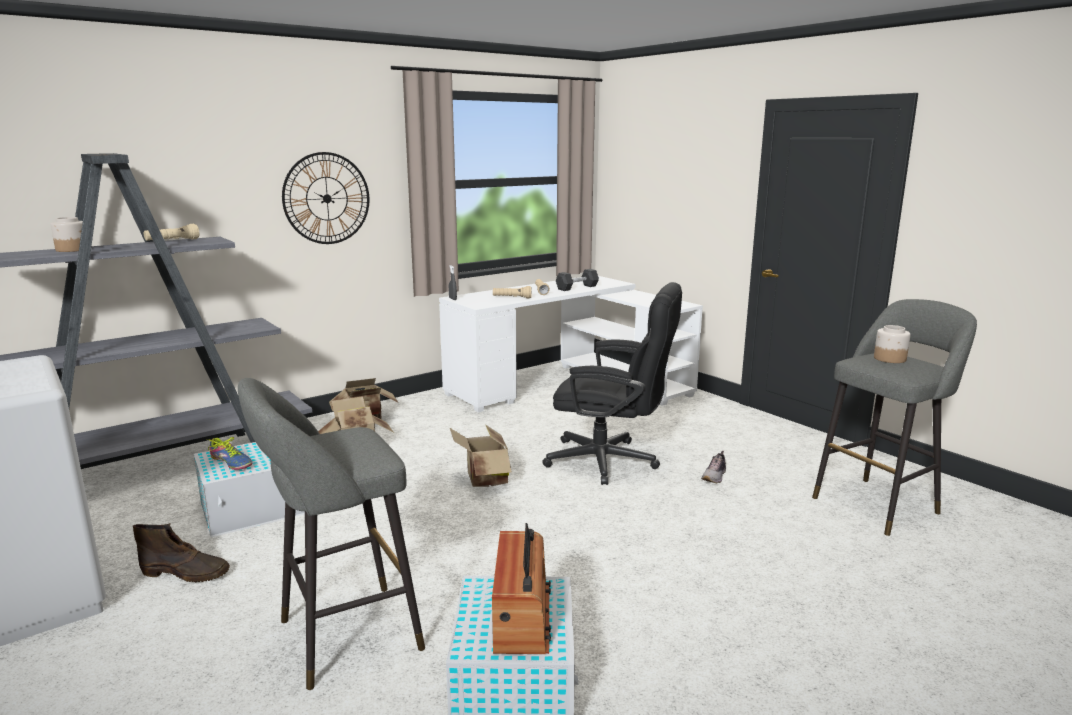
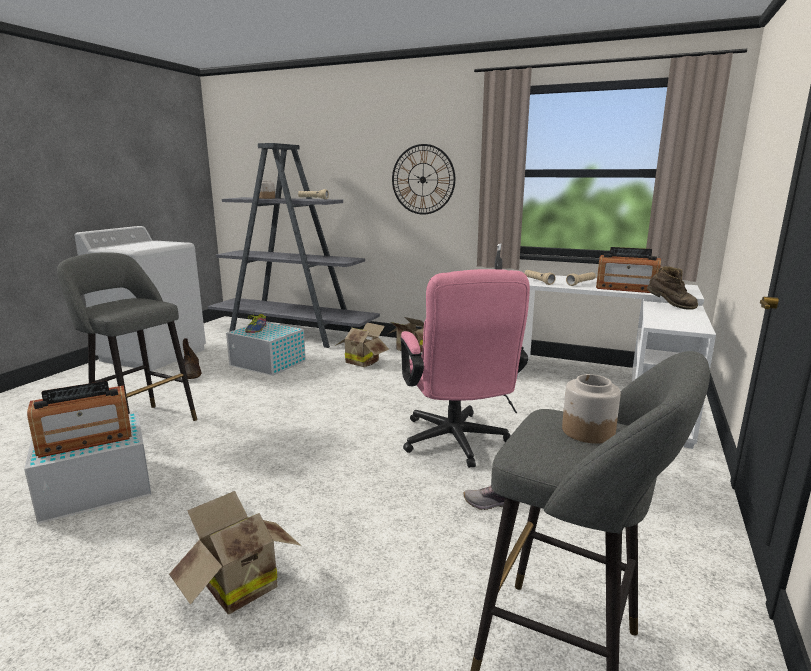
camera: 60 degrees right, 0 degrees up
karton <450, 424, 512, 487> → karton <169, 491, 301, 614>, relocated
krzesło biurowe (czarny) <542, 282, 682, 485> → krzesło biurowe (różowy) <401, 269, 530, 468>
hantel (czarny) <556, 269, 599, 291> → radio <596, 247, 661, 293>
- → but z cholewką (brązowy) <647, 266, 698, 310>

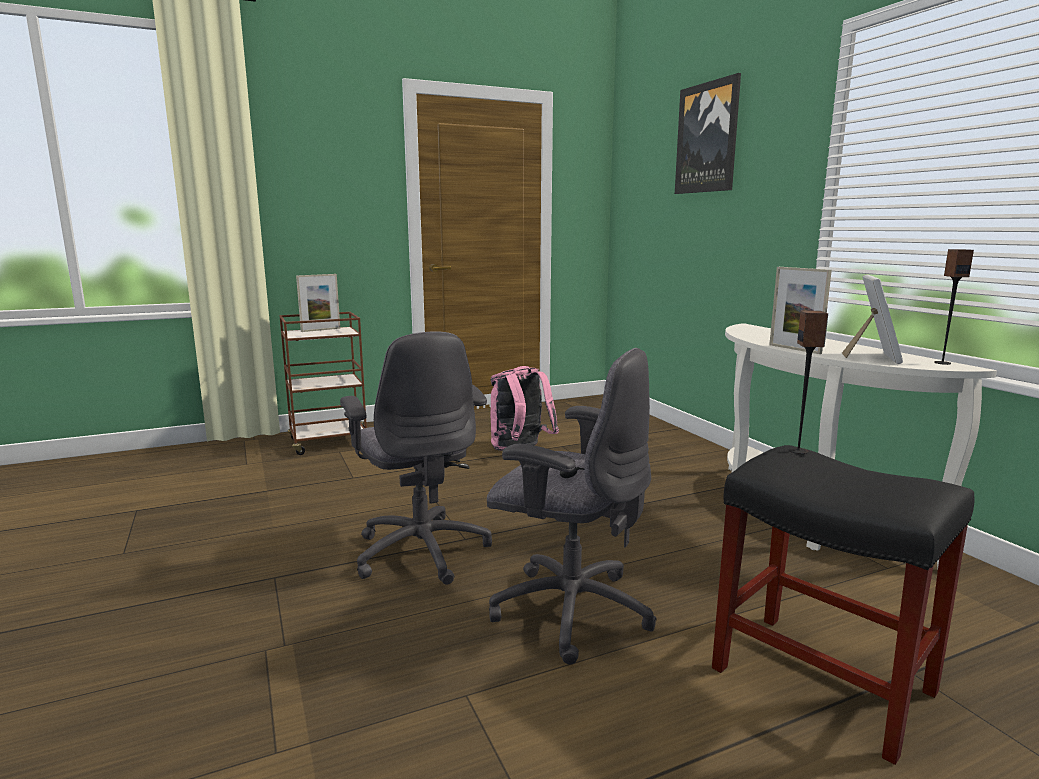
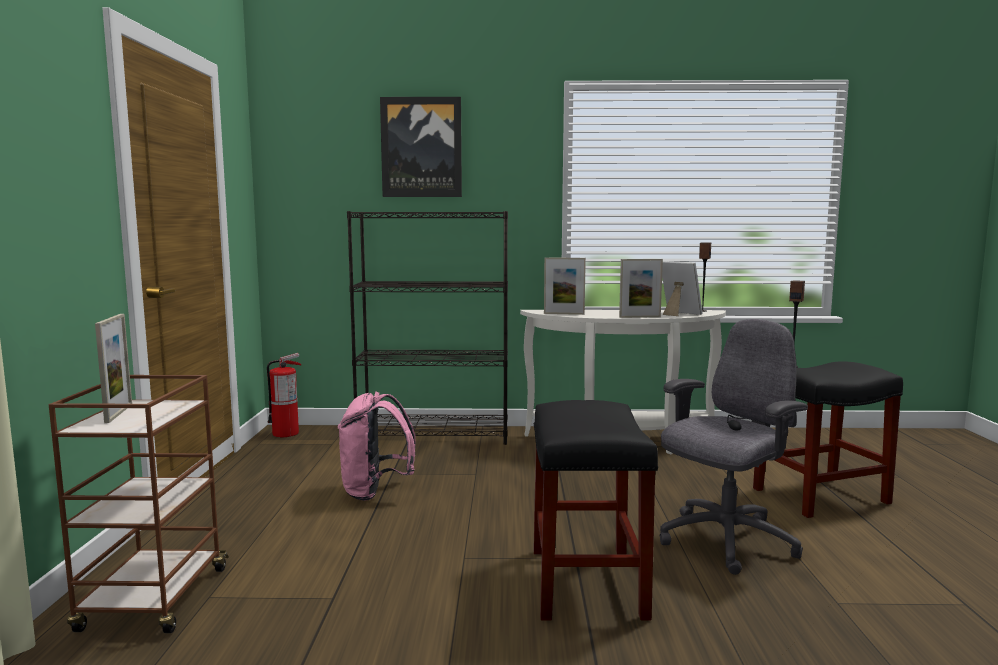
camera: 65 degrees left, 5 degrees down
krzesło biurowe (szary) <340, 331, 492, 585> → stołek (czarny) <533, 400, 658, 620>
- → gaśnica <267, 353, 302, 437>
- → regał (czarny) <347, 211, 508, 445>
- → ramka na zdjęcie <544, 257, 586, 315>

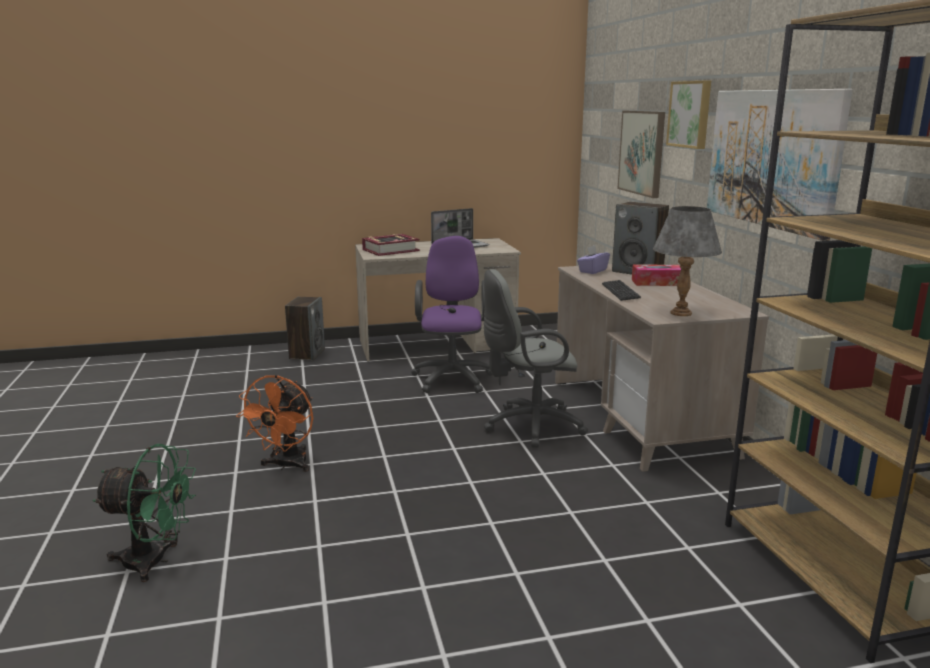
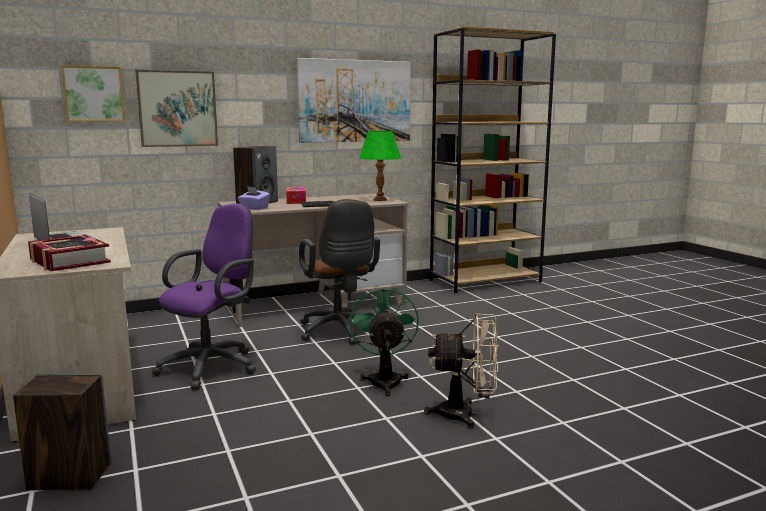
camera: 100 degrees left, 5 degrees down
wentylator (zielony) <92, 444, 196, 582> → wentylator (zielony) <350, 288, 419, 396>, relocated
wentylator (pomarańczowy) <236, 375, 313, 472> → wentylator (beżowy) <424, 313, 499, 428>
krzesło biurowe (fioletowy) <411, 236, 492, 393> → krzesło biurowe (fioletowy) <152, 204, 256, 390>, 135 degrees clockwise
krzesło biurowe (szary) <484, 269, 588, 448> → krzesło biurowe (brązowy) <299, 199, 380, 345>
lampa stołowa (szary) <653, 206, 722, 316> → lampa stołowa (zielony) <359, 131, 401, 201>
obraz <666, 81, 711, 149> → obraz <61, 65, 125, 122>, relocated

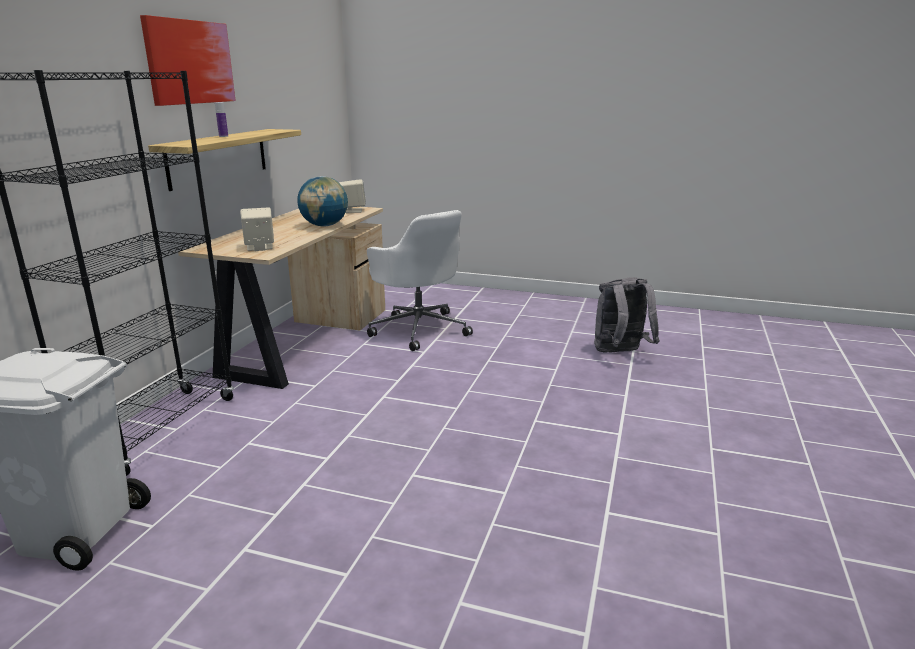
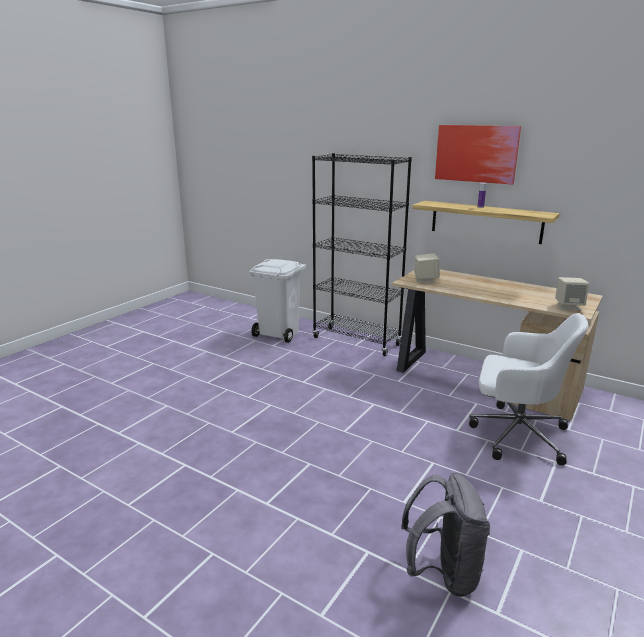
camera: 105 degrees right, 0 degrees up
globus <297, 176, 348, 227> → -
krzesło biurowe (biały) <367, 210, 473, 351> → krzesło biurowe (biały) <469, 313, 589, 465>, 135 degrees counterclockwise

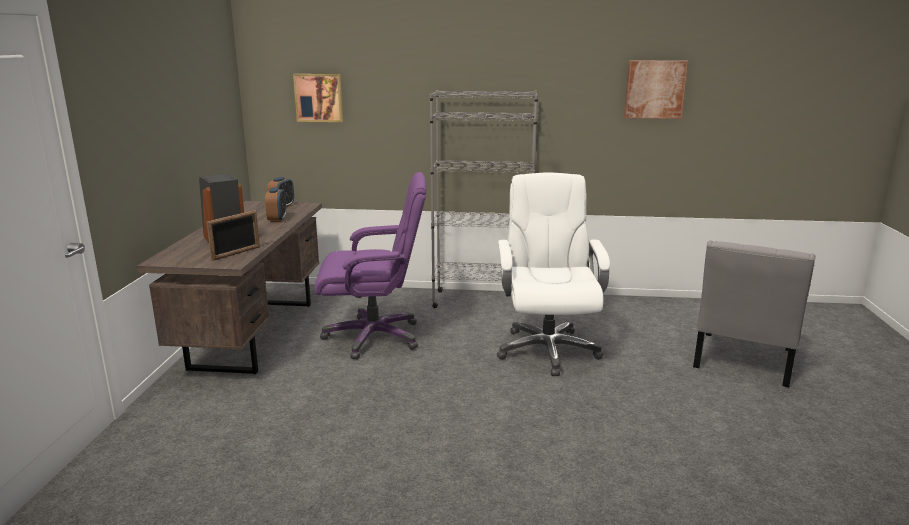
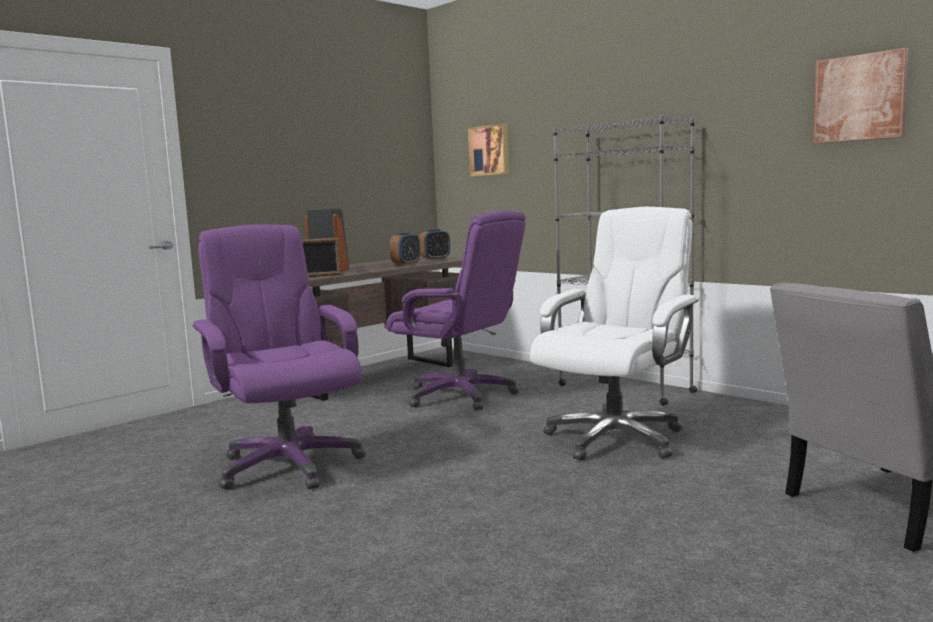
camera: 40 degrees right, 10 degrees down
- → krzesło biurowe (fioletowy) <193, 225, 366, 490>

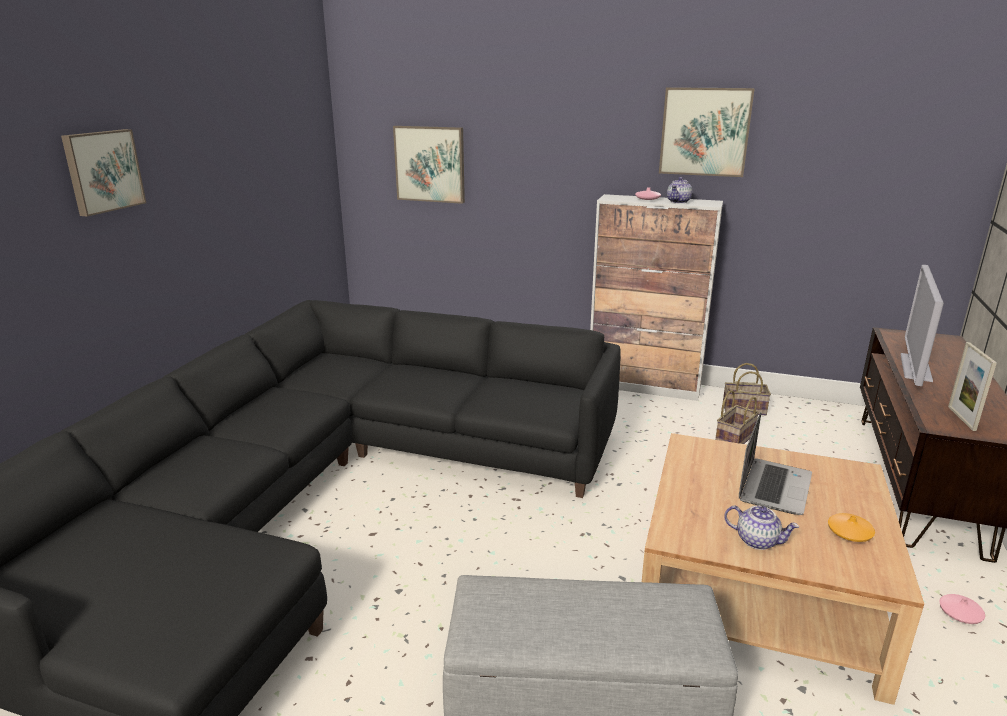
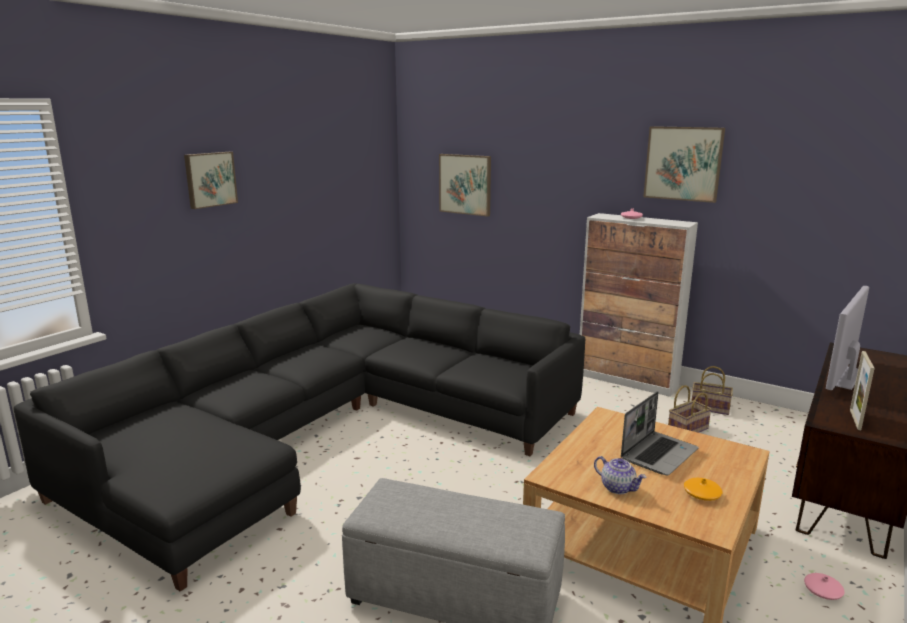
camera: 15 degrees right, 5 degrees down
imbryk <667, 177, 692, 203> → -

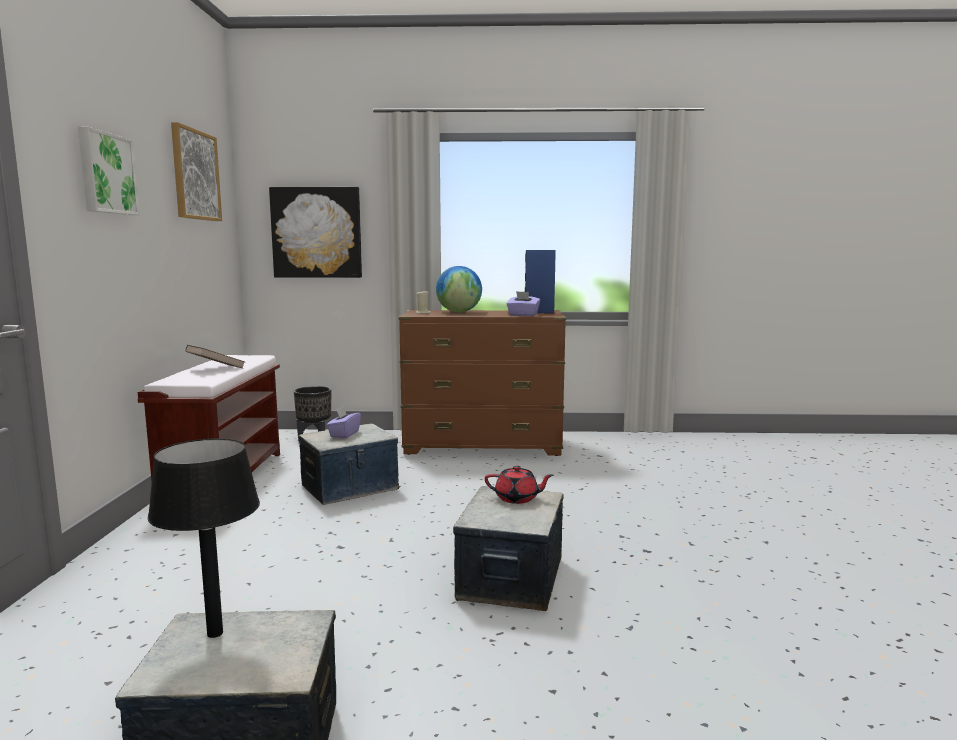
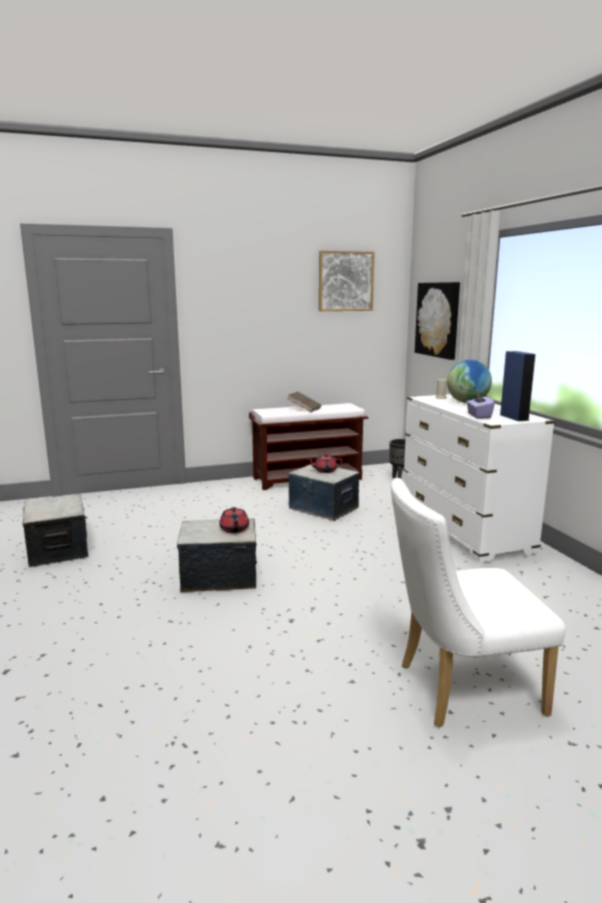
camera: 70 degrees right, 5 degrees up
obraz <78, 127, 140, 215> → -
lampa stołowa (czarny) <148, 438, 260, 638> → -
pudełko chusteczek (fioletowy) <326, 406, 361, 438> → imbryk (czerwony) <307, 454, 343, 473>
komoda (brązowy) <399, 310, 566, 456> → komoda (biały) <403, 394, 555, 563>
- → krzesło (biały) <391, 478, 566, 727>

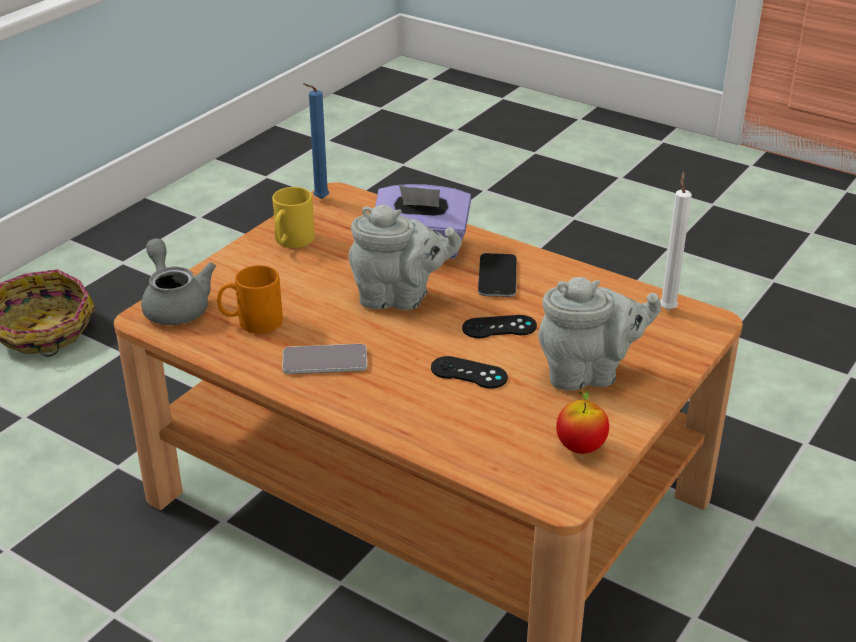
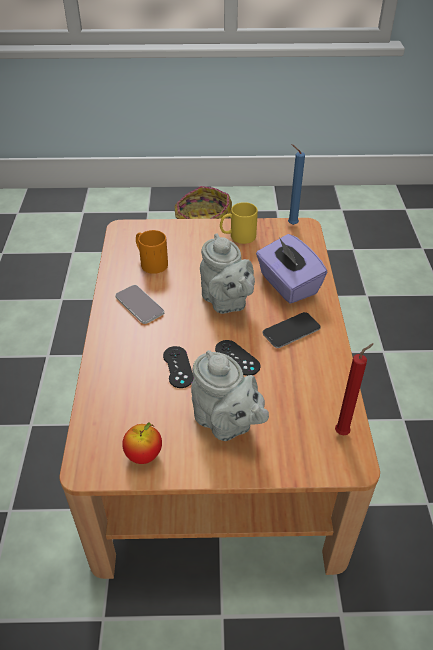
camera: 55 degrees right, 10 degrees up
imbryk (szary) <141, 238, 216, 325> → -
świeca (biały) <660, 172, 692, 310> → świeca (czerwony) <335, 343, 374, 435>

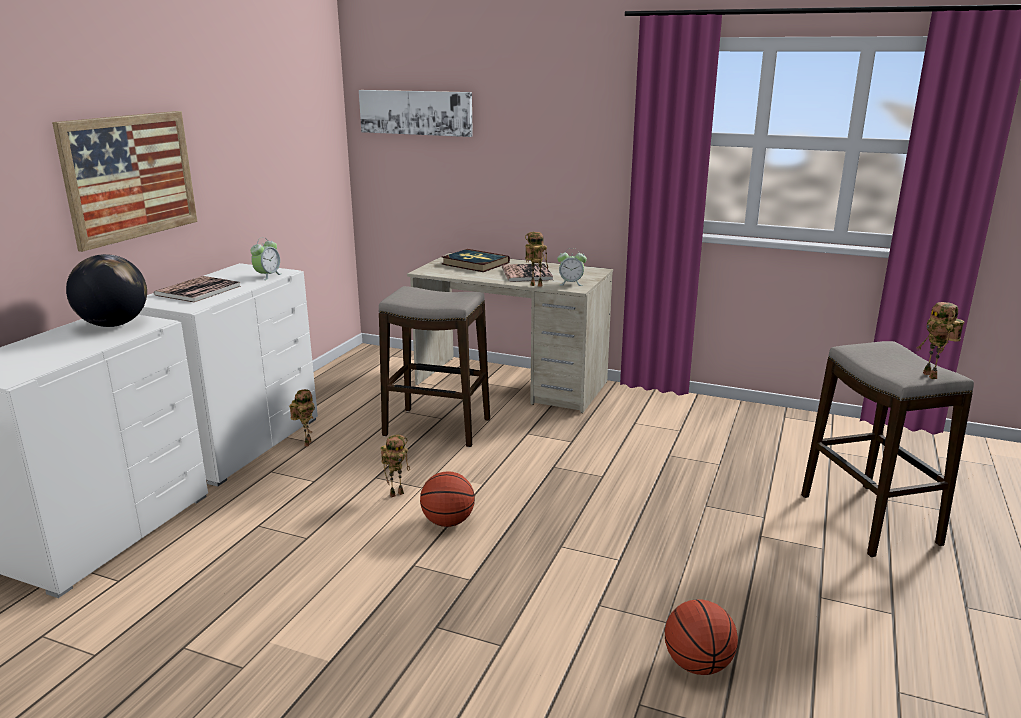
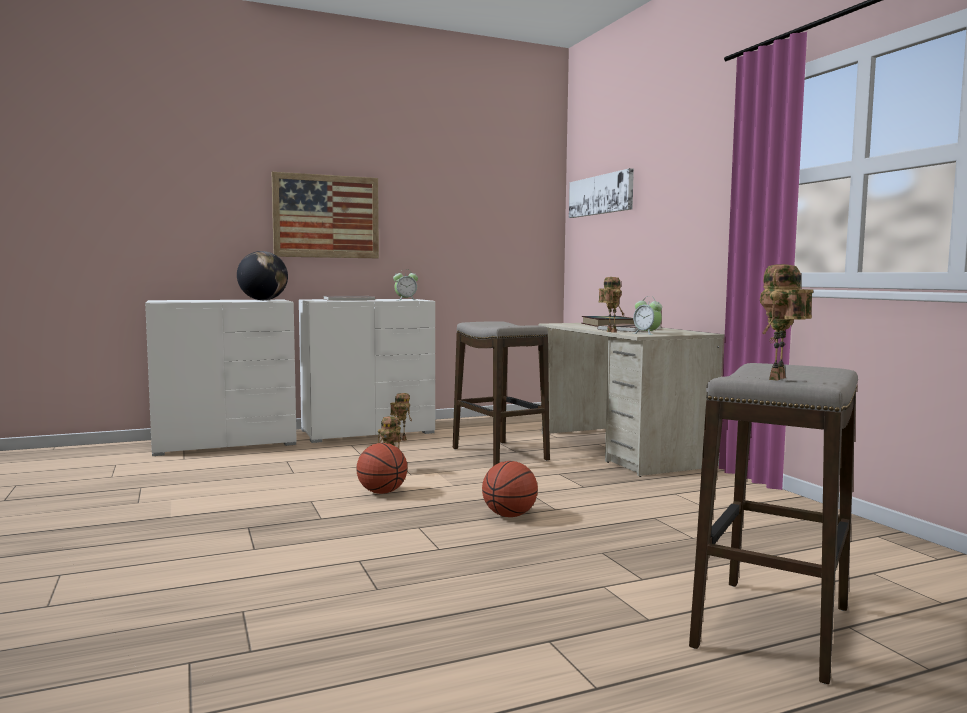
camera: 45 degrees right, 15 degrees down
piłka do koszykówki <665, 600, 738, 675> → piłka do koszykówki <482, 461, 538, 517>, relocated

